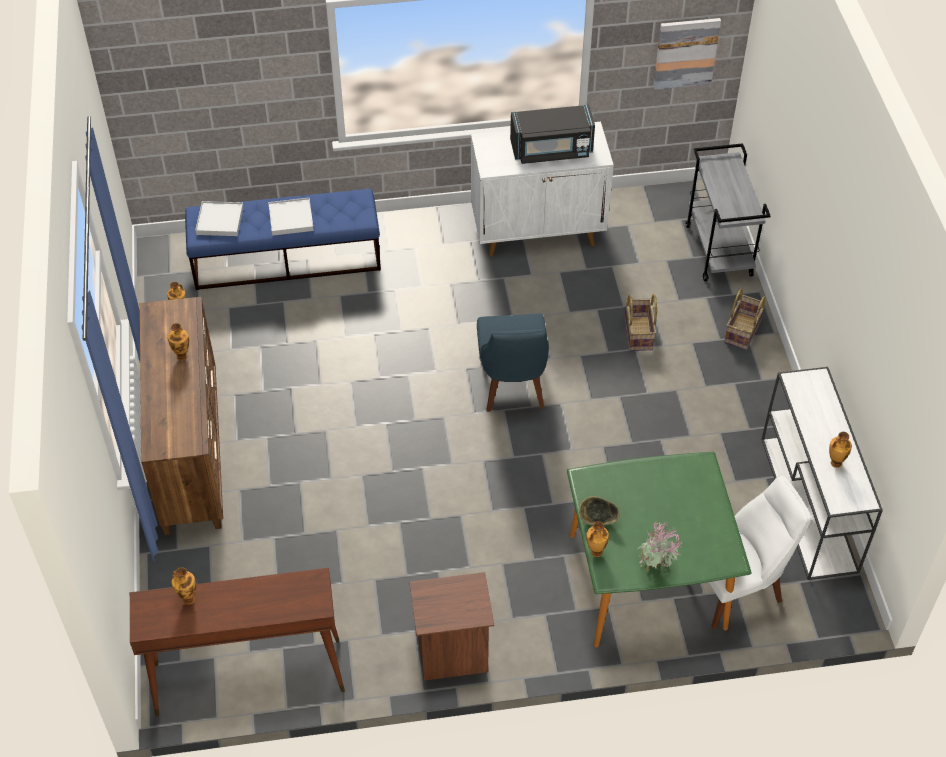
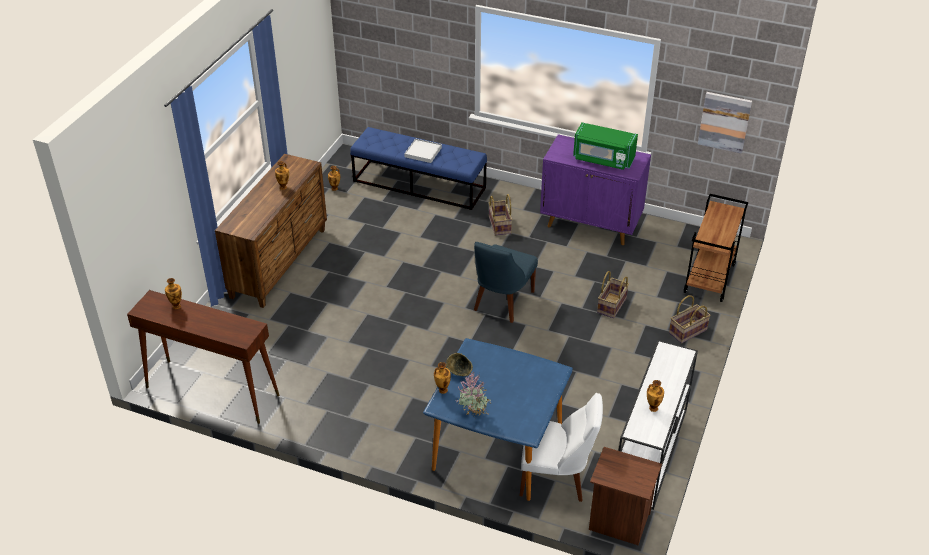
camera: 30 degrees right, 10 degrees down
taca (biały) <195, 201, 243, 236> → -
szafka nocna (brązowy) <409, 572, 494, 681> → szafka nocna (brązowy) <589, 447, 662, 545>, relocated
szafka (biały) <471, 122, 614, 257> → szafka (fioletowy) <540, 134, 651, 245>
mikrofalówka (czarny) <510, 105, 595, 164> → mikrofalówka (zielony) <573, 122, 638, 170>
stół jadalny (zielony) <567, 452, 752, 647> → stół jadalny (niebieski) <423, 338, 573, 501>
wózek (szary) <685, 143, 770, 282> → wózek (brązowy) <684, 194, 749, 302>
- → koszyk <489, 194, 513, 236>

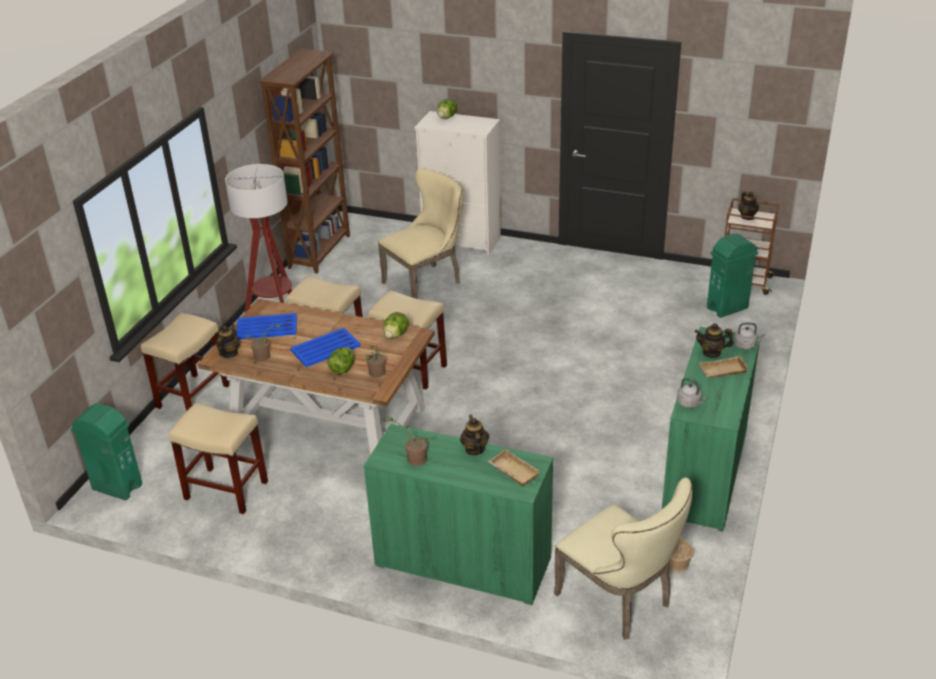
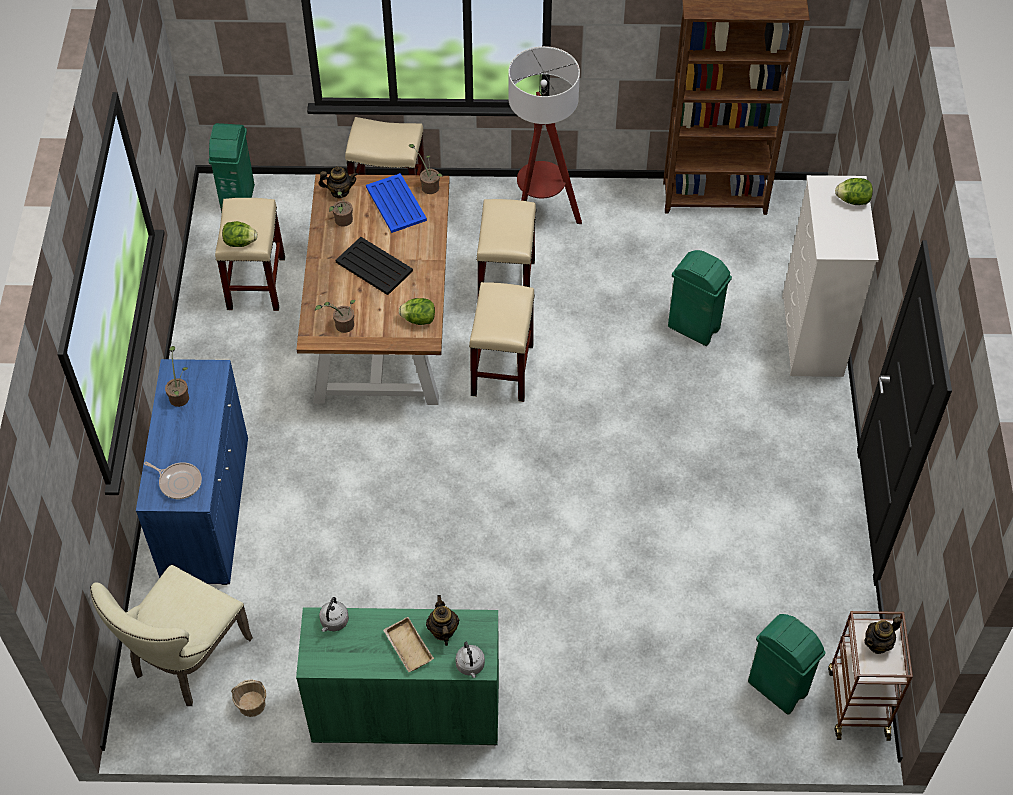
camera: 70 degrees right, 20 degrees up
taca (niebieski) <290, 328, 361, 367> → taca (czarny) <335, 237, 413, 295>
sałata <327, 347, 354, 374> → sałata <222, 221, 258, 247>, relocated
szafka (zielony) <364, 424, 553, 605> → szafka (niebieski) <136, 359, 248, 585>
krzesło (beżowy) <378, 168, 463, 299> → kosz na śmieci (zielony) <668, 250, 732, 346>
imbryk <460, 415, 489, 456> → -
taca (beżowy) <488, 449, 541, 486> → patelnia <144, 462, 202, 499>
- → roślina doniczkowa <409, 144, 443, 194>

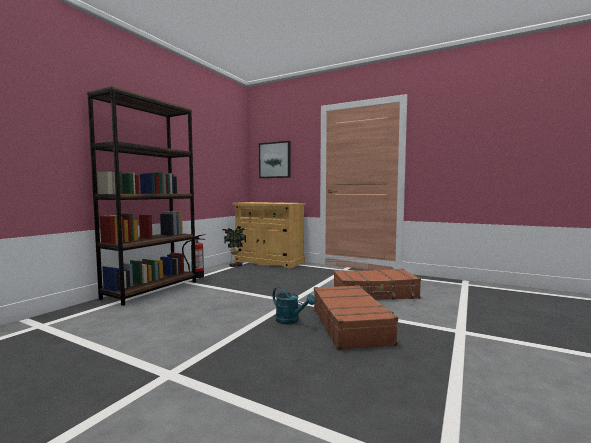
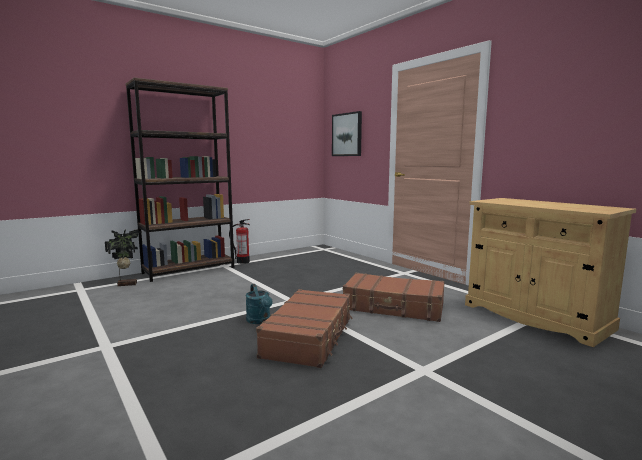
camera: 25 degrees right, 5 degrees up
roślina doniczkowa <223, 228, 246, 267> → roślina doniczkowa <105, 229, 142, 286>, relocated
szafka (beżowy) <232, 202, 305, 269> → szafka (beżowy) <465, 198, 636, 347>, relocated

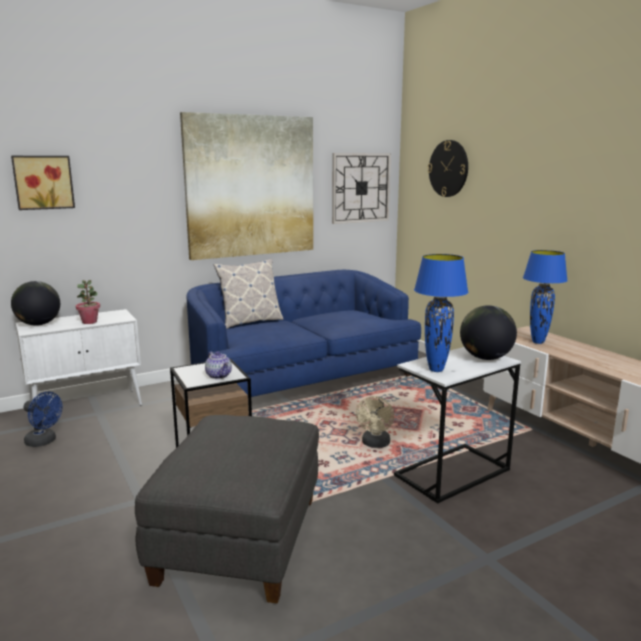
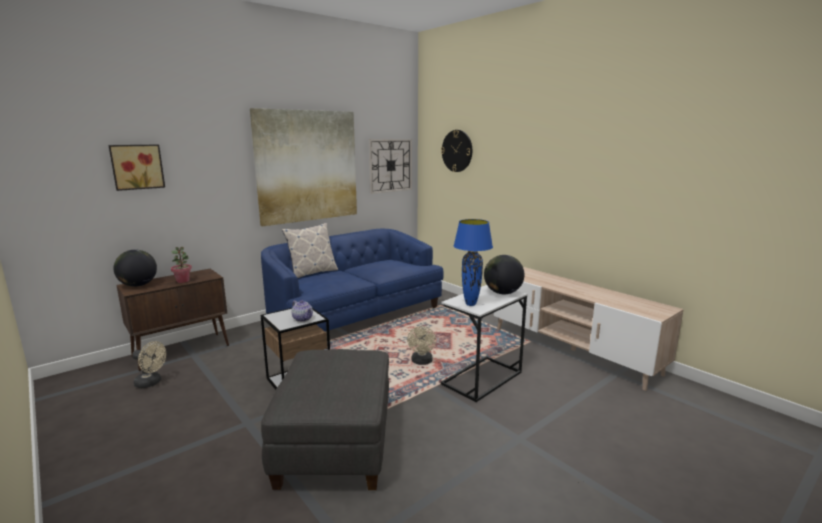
camera: 10 degrees left, 0 degrees up
szafka (biały) <16, 309, 142, 406> → szafka (brązowy) <116, 269, 229, 371>
wentylator (niebieski) <24, 392, 62, 447> → wentylator (beżowy) <132, 341, 166, 388>
lampa stołowa (niebieski) <523, 250, 568, 344> → -

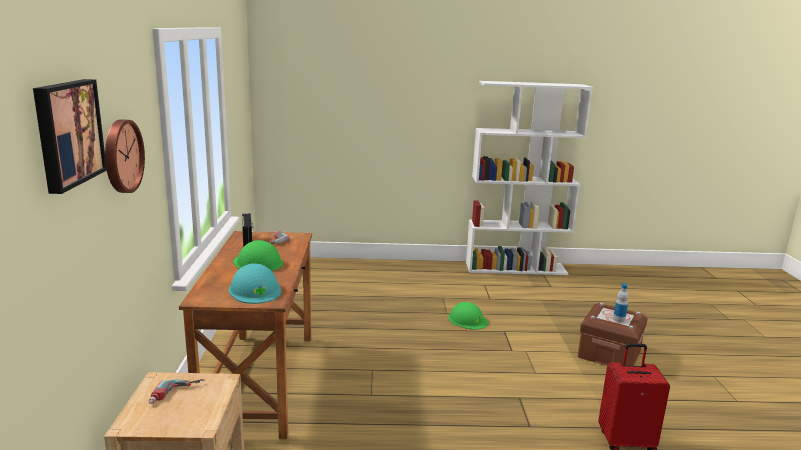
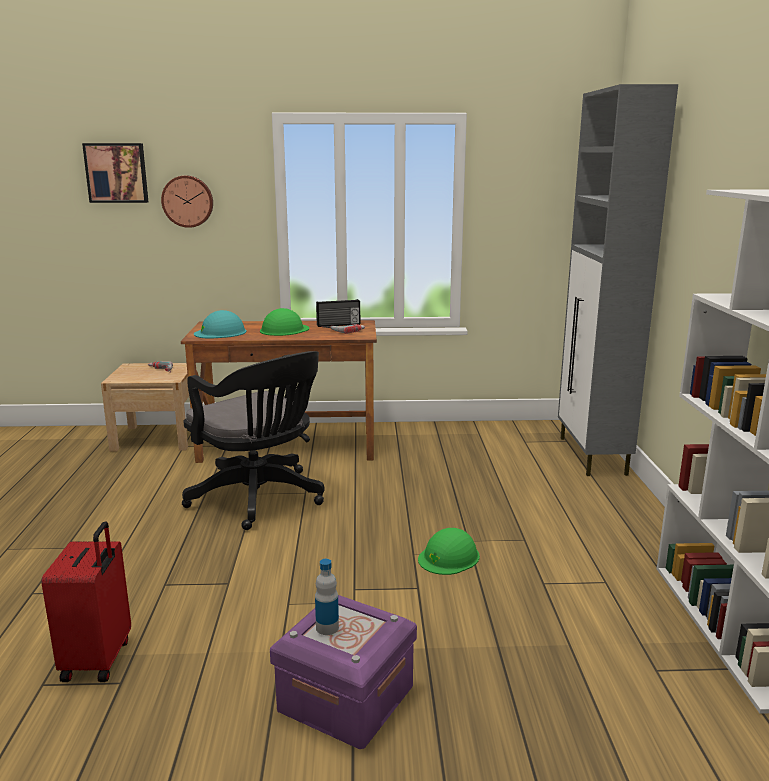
camera: 90 degrees right, 0 degrees up
pojemnik do przechowywania (brązowy) <578, 303, 648, 366> → pojemnik do przechowywania (fioletowy) <270, 595, 417, 749>
- → krzesło biurowe (czarny) <182, 351, 325, 530>
- → szafka (szary) <558, 84, 678, 476>

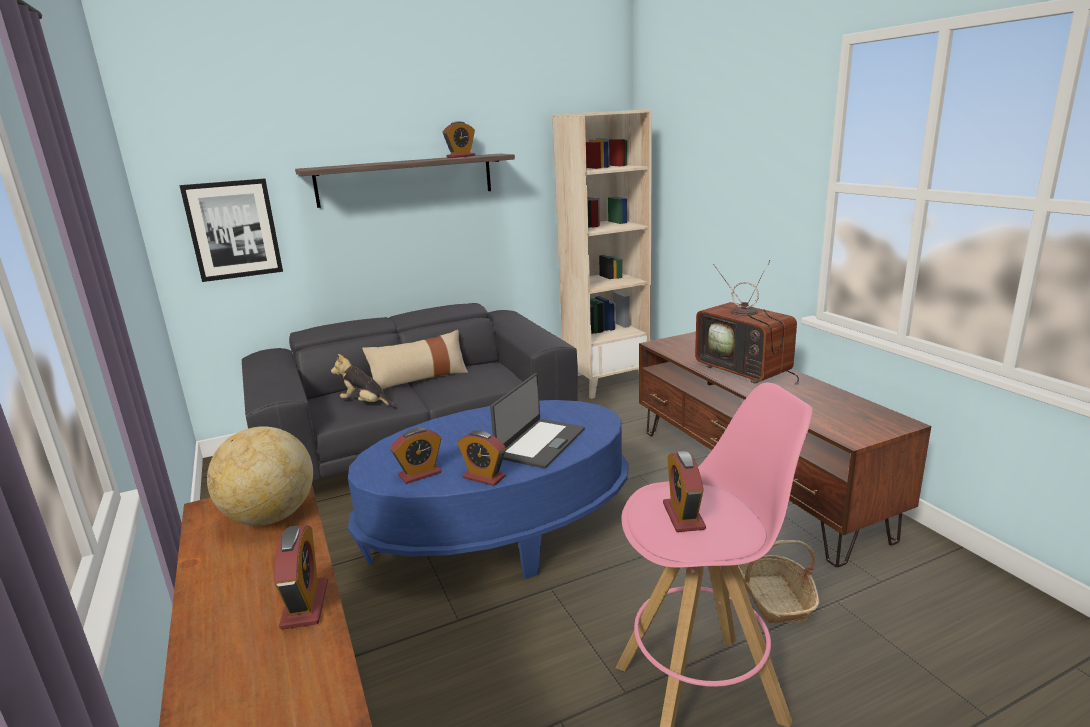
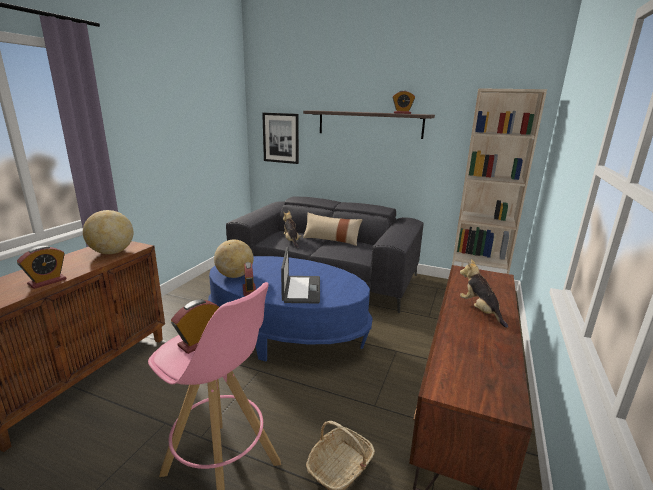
camera: 45 degrees right, 0 degrees up
budzik <390, 428, 442, 484> → globus <214, 239, 253, 278>
laptop <490, 373, 585, 469> → laptop <281, 247, 320, 304>, 75 degrees counterclockwise
telewizor <695, 260, 799, 385> → pluszak <460, 259, 508, 328>

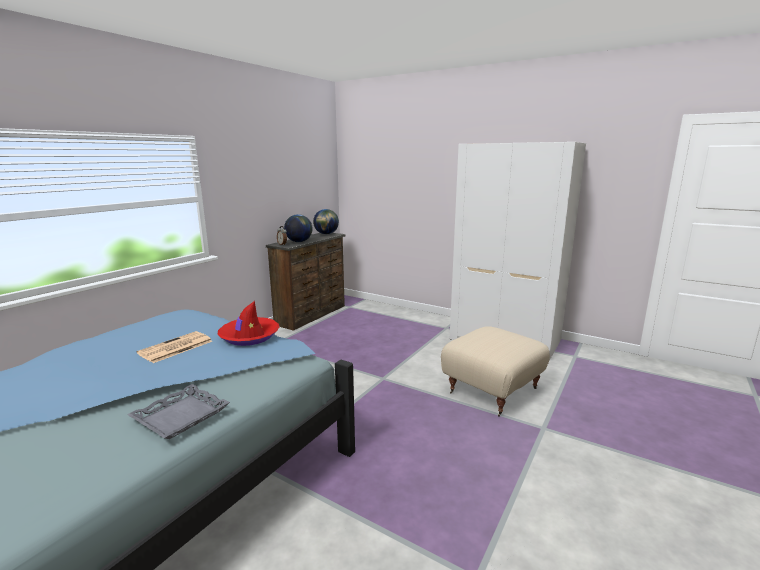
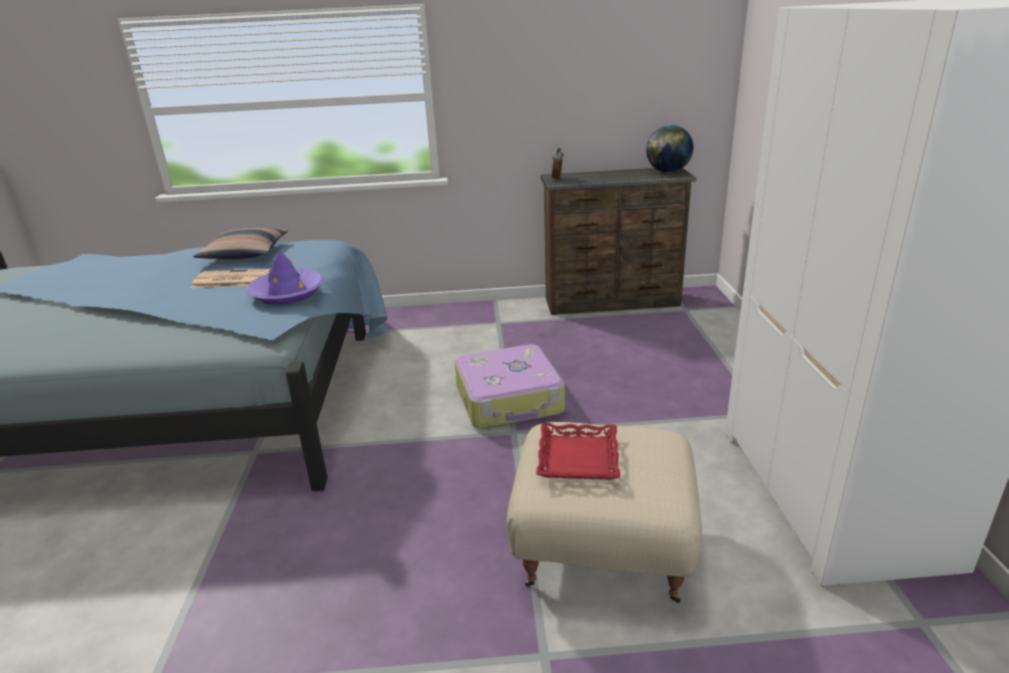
camera: 55 degrees right, 10 degrees up
taca (szary) <128, 384, 230, 439> → -
kapelusz (czerwony) <217, 301, 279, 346> → kapelusz (fioletowy) <246, 251, 324, 305>
globus <284, 214, 313, 242> → -
- → poduszka <193, 228, 288, 259>
- → walizka <455, 344, 565, 429>
- → taca (czerwony) <536, 423, 620, 480>

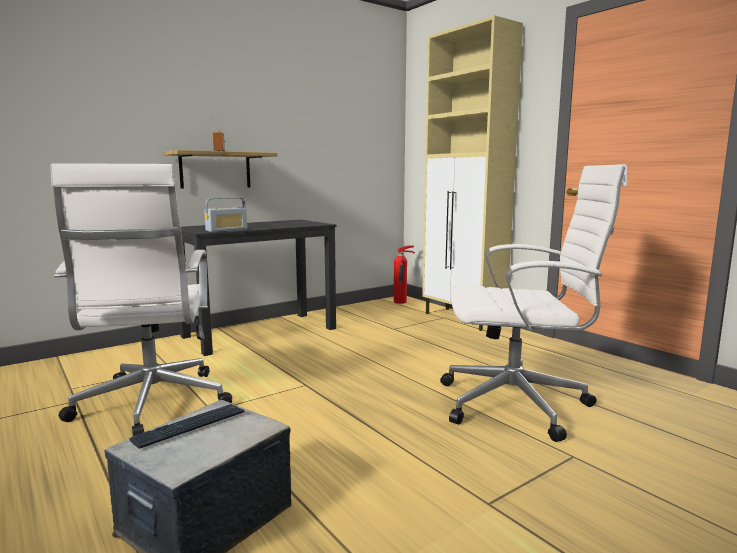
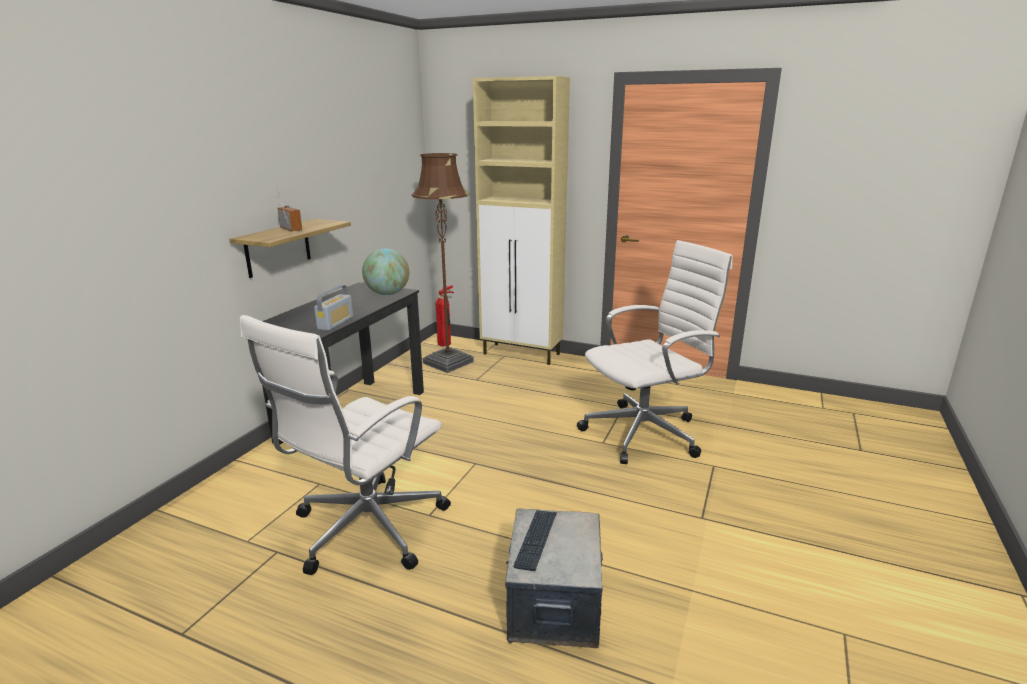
camera: 30 degrees left, 10 degrees up
krzesło biurowe (biały) <50, 163, 232, 436> → krzesło biurowe (biały) <240, 315, 451, 575>, 75 degrees clockwise
- → globus <362, 249, 409, 295>
- → lampa stojąca (brązowy) <412, 153, 474, 373>

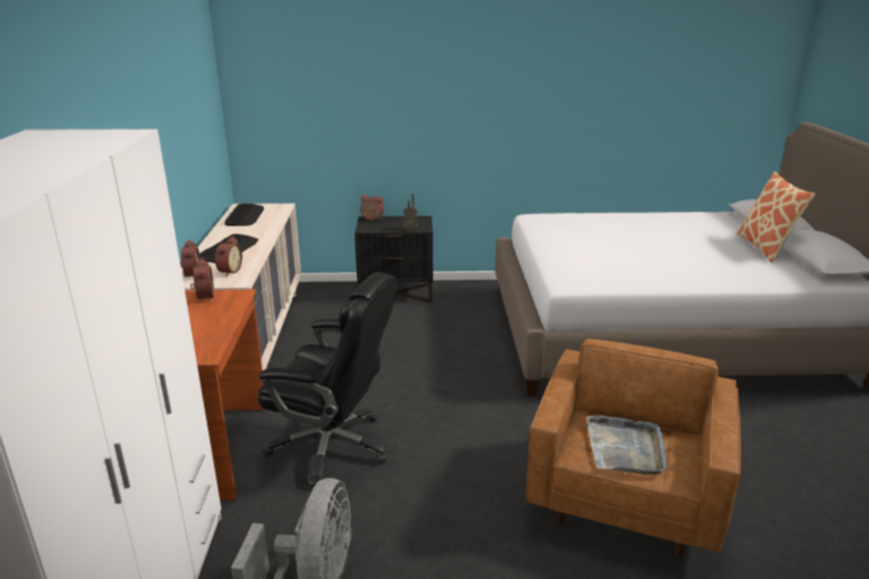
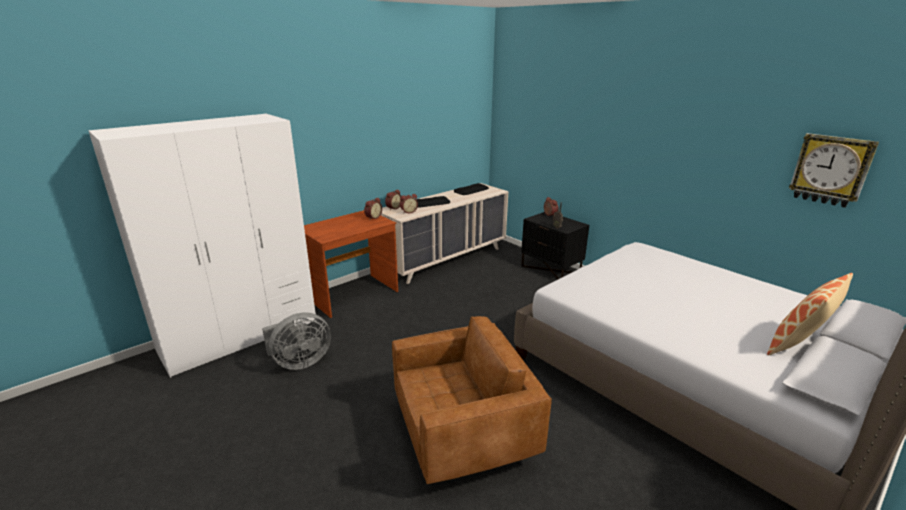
camera: 50 degrees right, 0 degrees up
krzesło biurowe (czarny) <258, 272, 396, 489> → -
taca (szary) <587, 416, 667, 475> → -
- → zegar ścienny <789, 133, 879, 208>

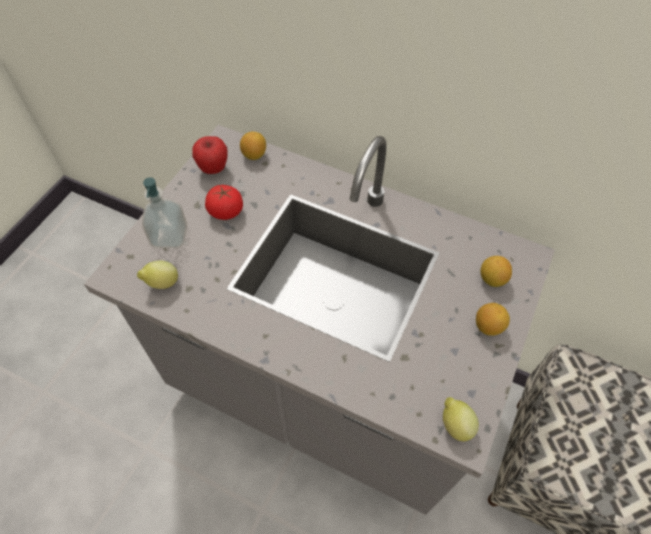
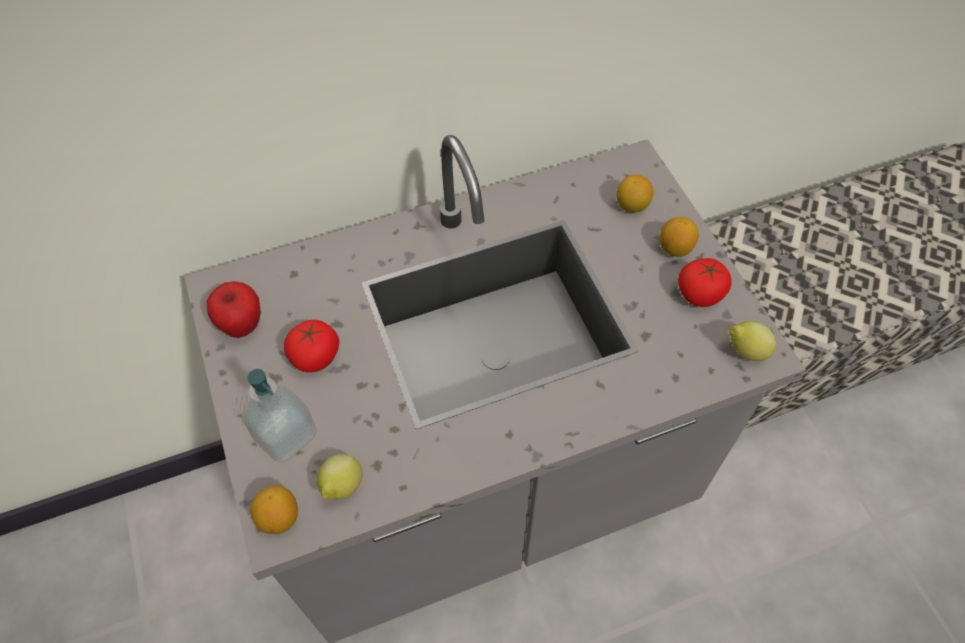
camera: 45 degrees left, 0 degrees up
cytryna <240, 132, 266, 160> → cytryna <250, 486, 298, 534>, relocated
- → pomidor <678, 258, 731, 307>

